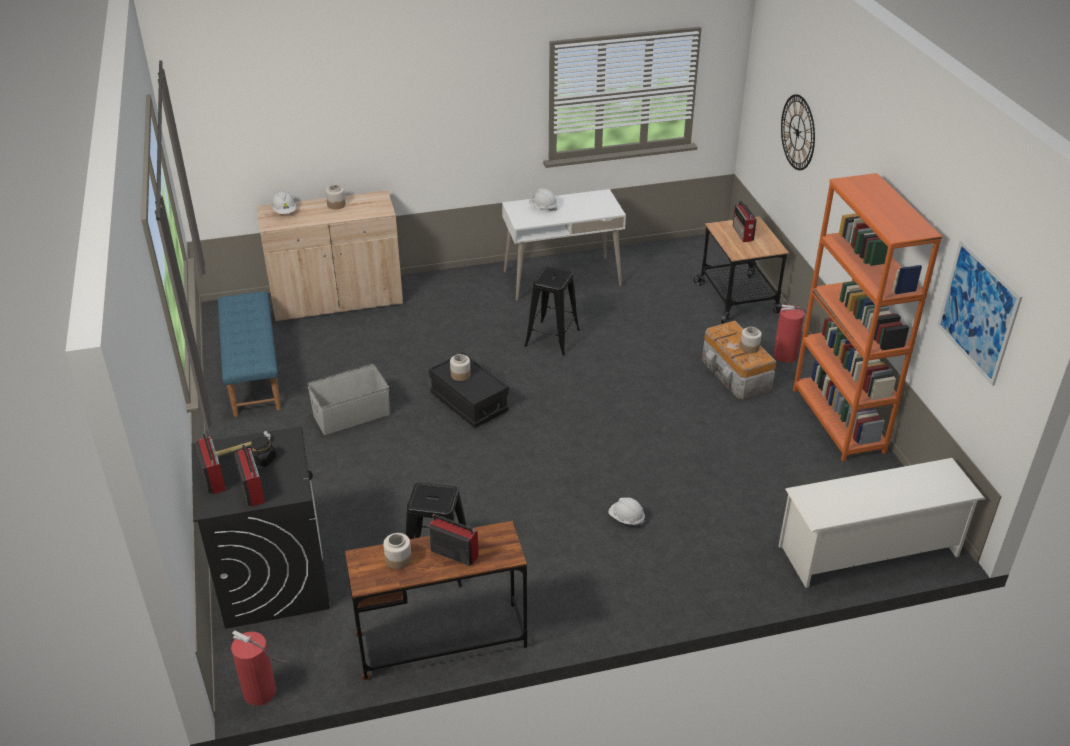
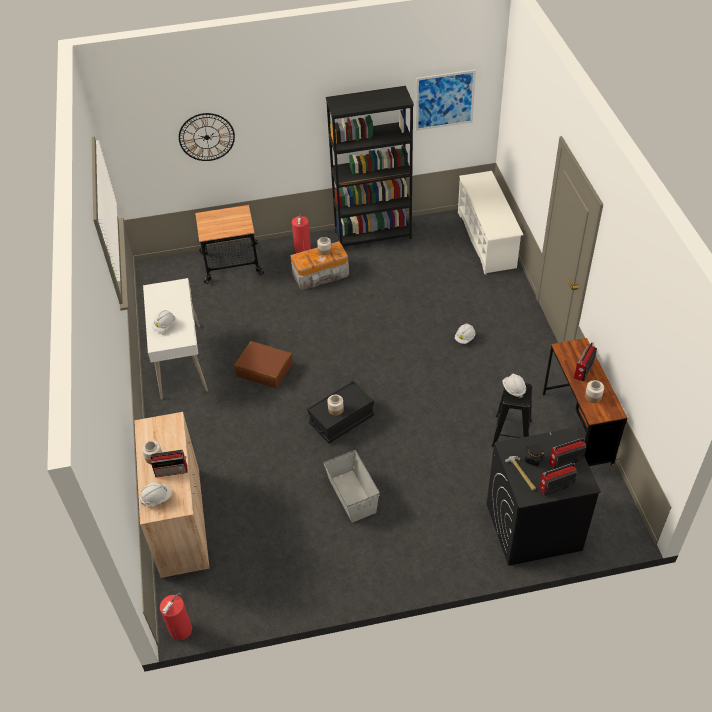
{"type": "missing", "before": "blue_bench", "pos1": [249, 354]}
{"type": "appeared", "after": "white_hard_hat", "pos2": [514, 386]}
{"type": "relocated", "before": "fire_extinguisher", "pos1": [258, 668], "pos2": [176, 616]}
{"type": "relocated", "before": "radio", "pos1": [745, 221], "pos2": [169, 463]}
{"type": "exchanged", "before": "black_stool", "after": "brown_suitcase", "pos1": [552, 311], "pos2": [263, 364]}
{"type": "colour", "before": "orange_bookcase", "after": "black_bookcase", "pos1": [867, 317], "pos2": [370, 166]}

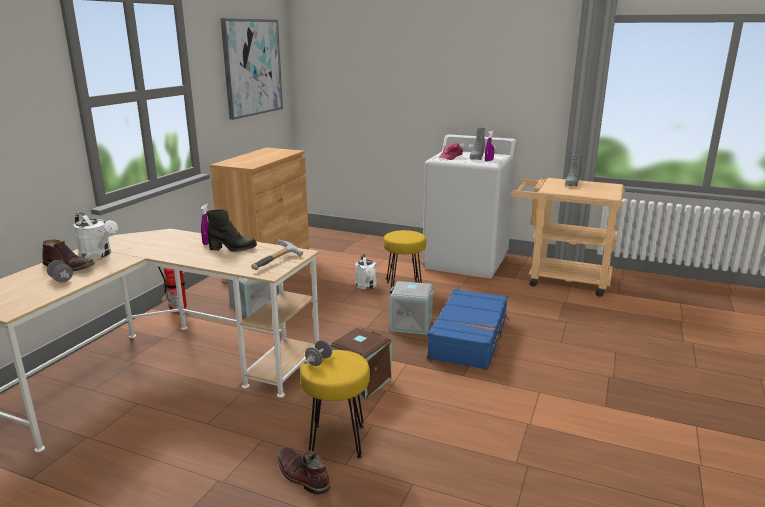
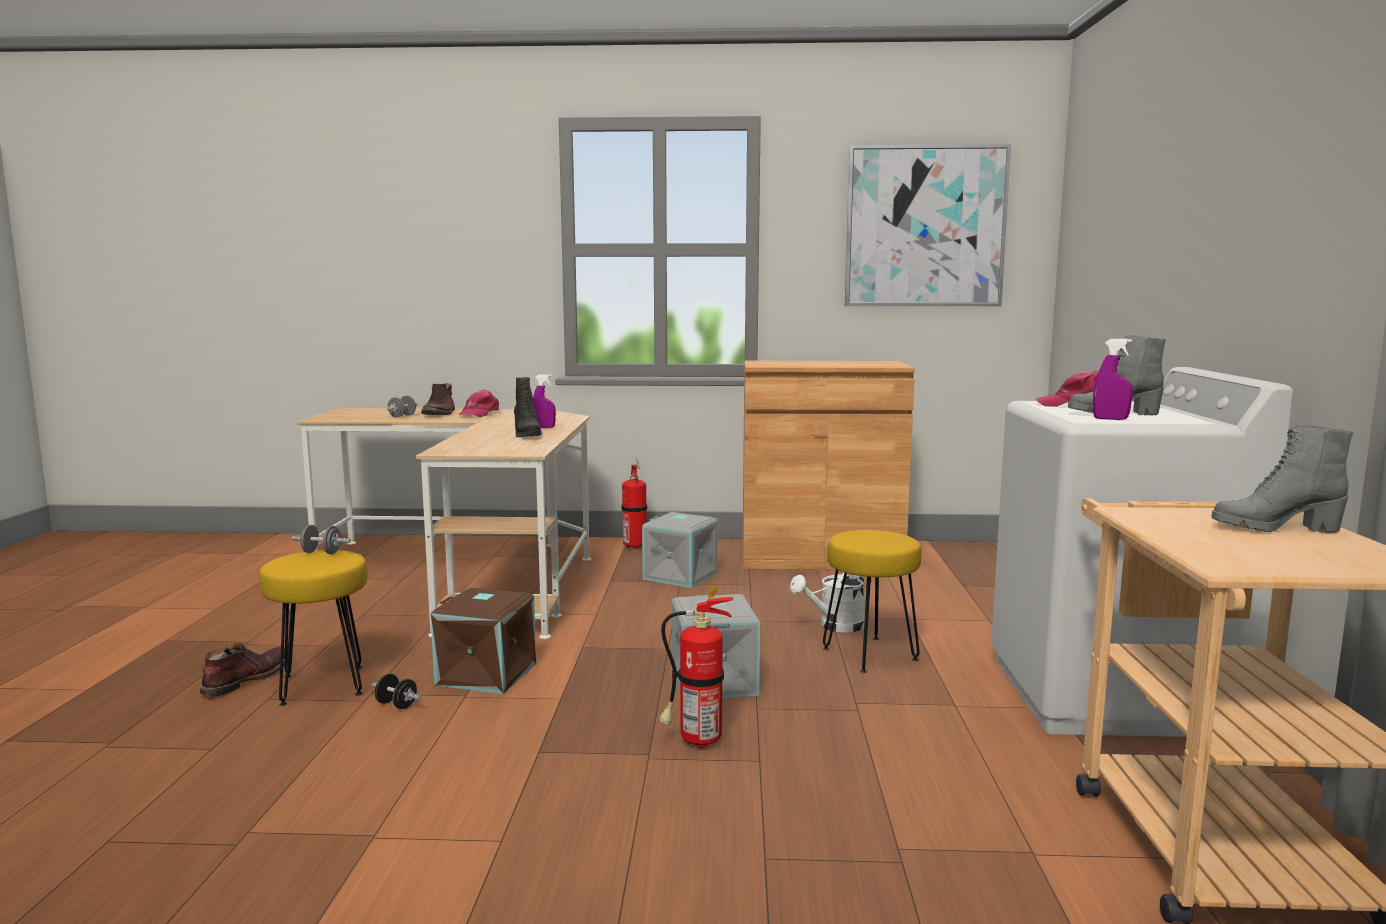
{"type": "missing", "before": "hammer", "pos1": [277, 254]}
{"type": "appeared", "after": "black_dumbbell", "pos2": [396, 691]}
{"type": "exchanged", "before": "white_watering_can", "after": "pink_cap", "pos1": [95, 235], "pos2": [479, 403]}
{"type": "exchanged", "before": "blue_suitcase", "after": "fire_extinguisher", "pos1": [468, 329], "pos2": [696, 667]}

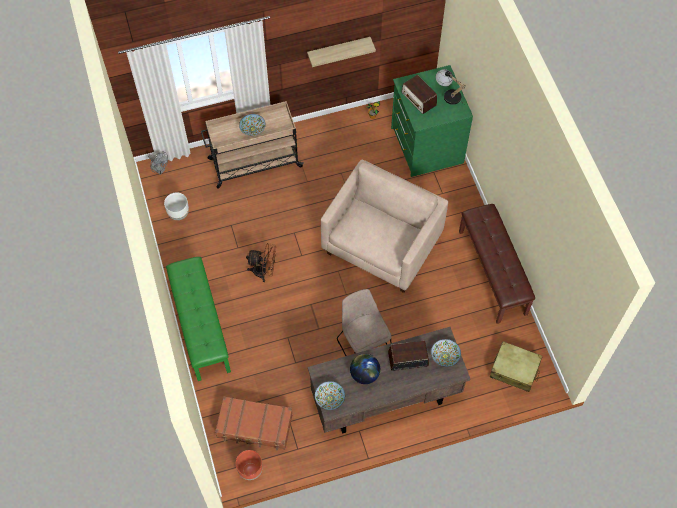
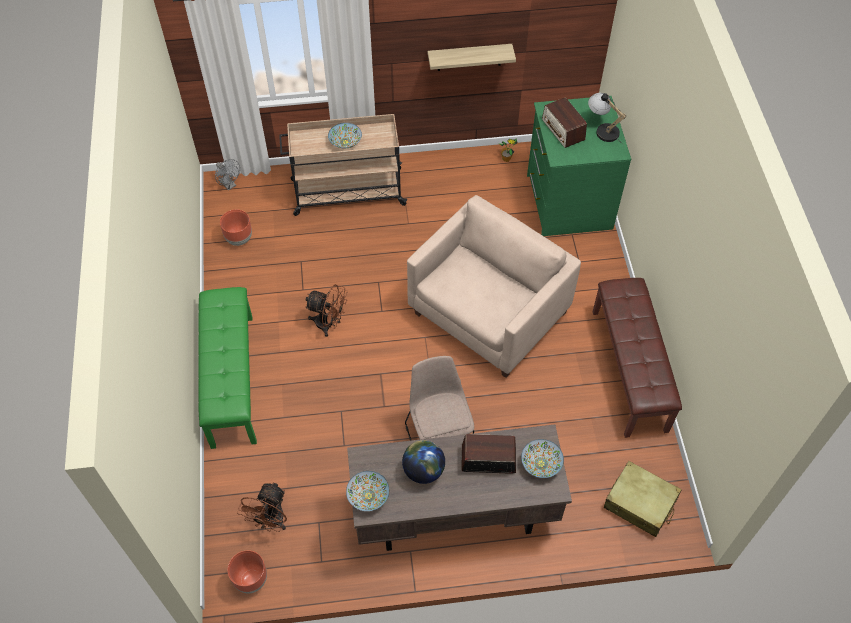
{"type": "exchanged", "before": "brown_suitcase", "after": "brown_fan", "pos1": [254, 423], "pos2": [262, 507]}
{"type": "colour", "before": "white_planter", "after": "brown_planter", "pos1": [176, 206], "pos2": [236, 227]}

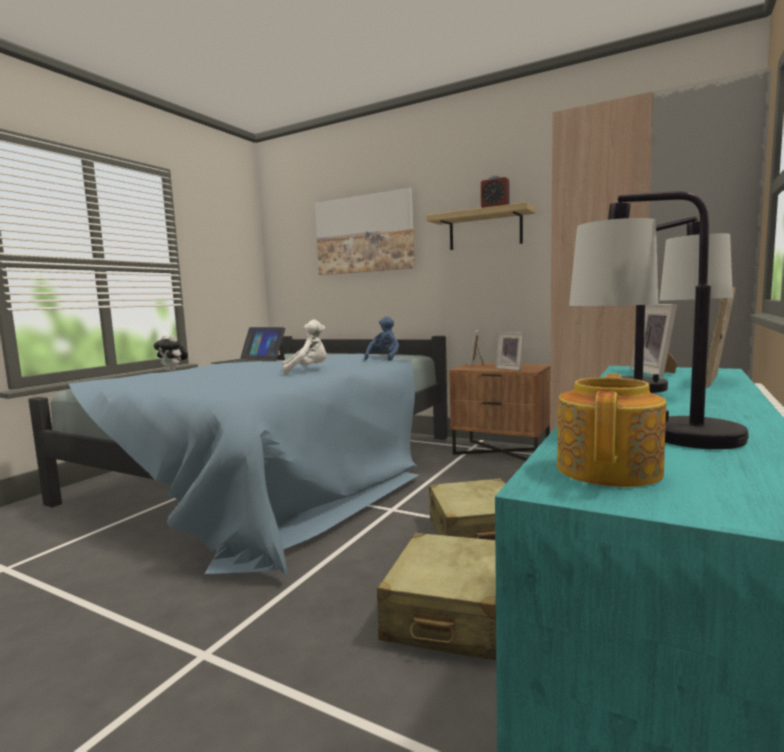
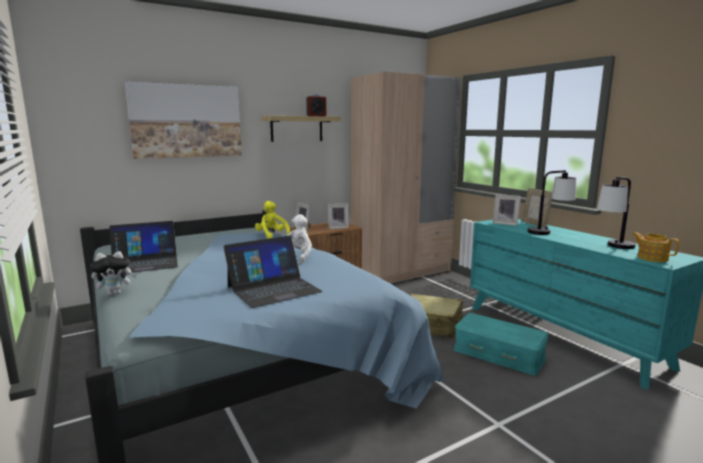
{"type": "appeared", "after": "laptop", "pos2": [273, 271]}
{"type": "exchanged", "before": "beige_suitcase", "after": "turquoise_storage_box", "pos1": [436, 596], "pos2": [501, 344]}
{"type": "colour", "before": "blue_plush_toy", "after": "yellow_plush_toy", "pos1": [381, 339], "pos2": [272, 220]}

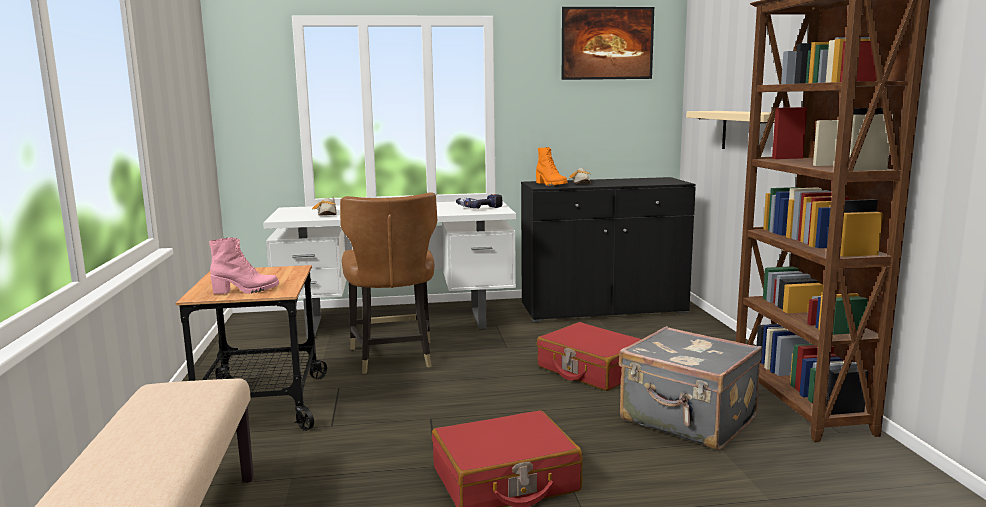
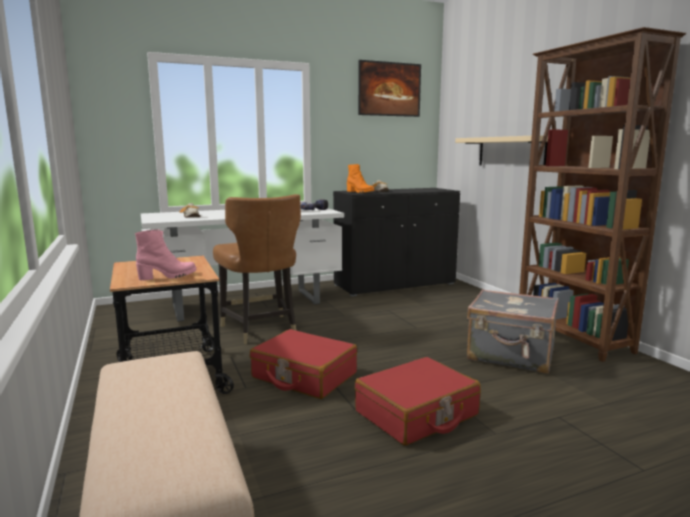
{"type": "relocated", "before": "red_suitcase", "pos1": [589, 356], "pos2": [303, 364]}

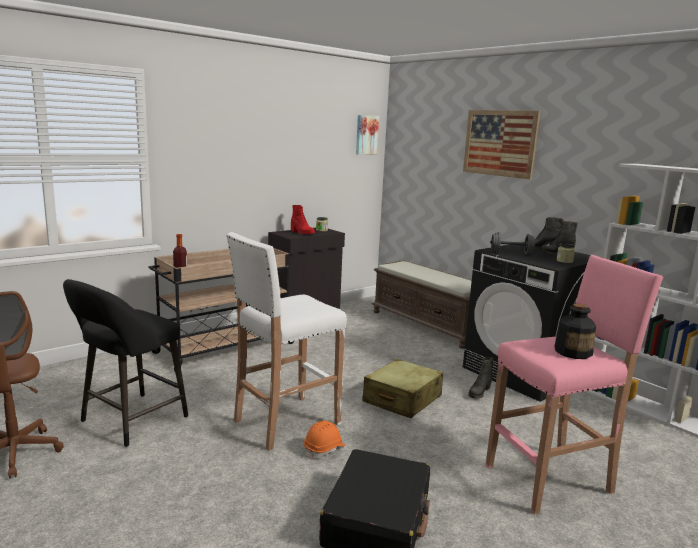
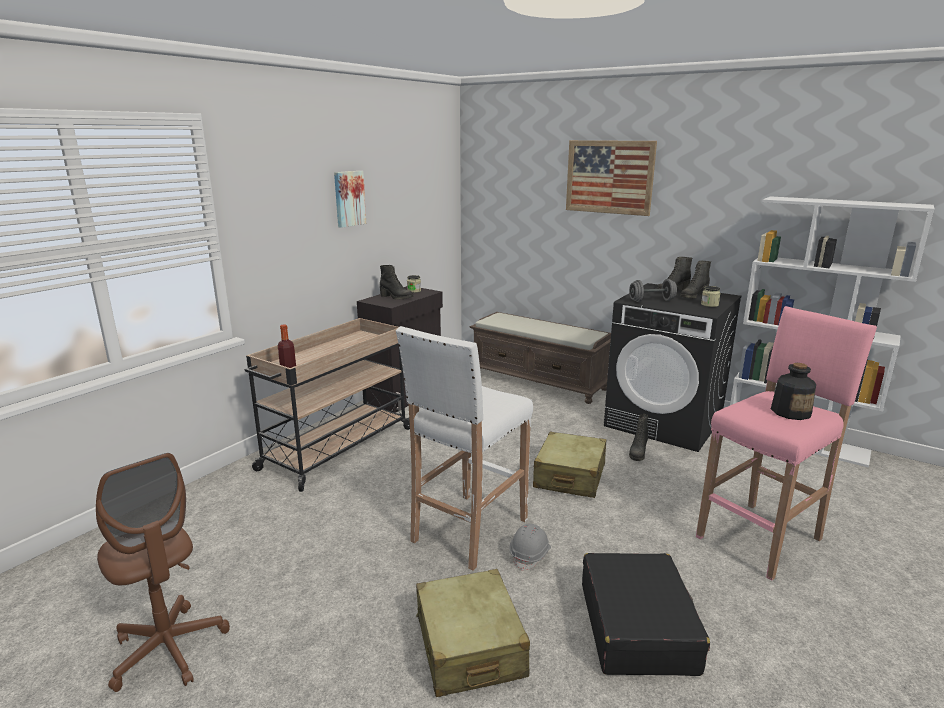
{"type": "missing", "before": "black_stool", "pos1": [125, 363]}
{"type": "appeared", "after": "beige_suitcase", "pos2": [473, 633]}
{"type": "relocated", "before": "picture", "pos1": [367, 135], "pos2": [350, 199]}
{"type": "colour", "before": "red_boot", "after": "black_boot", "pos1": [303, 219], "pos2": [396, 282]}
{"type": "colour", "before": "orange_hard_hat", "after": "grey_hard_hat", "pos1": [324, 440], "pos2": [530, 547]}

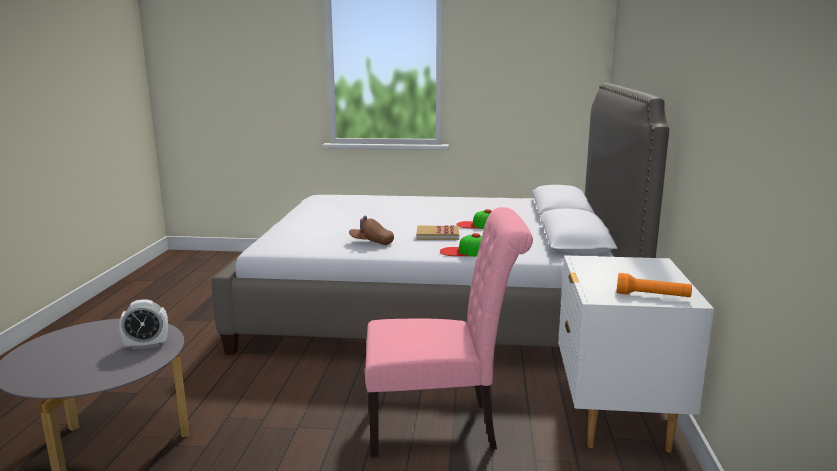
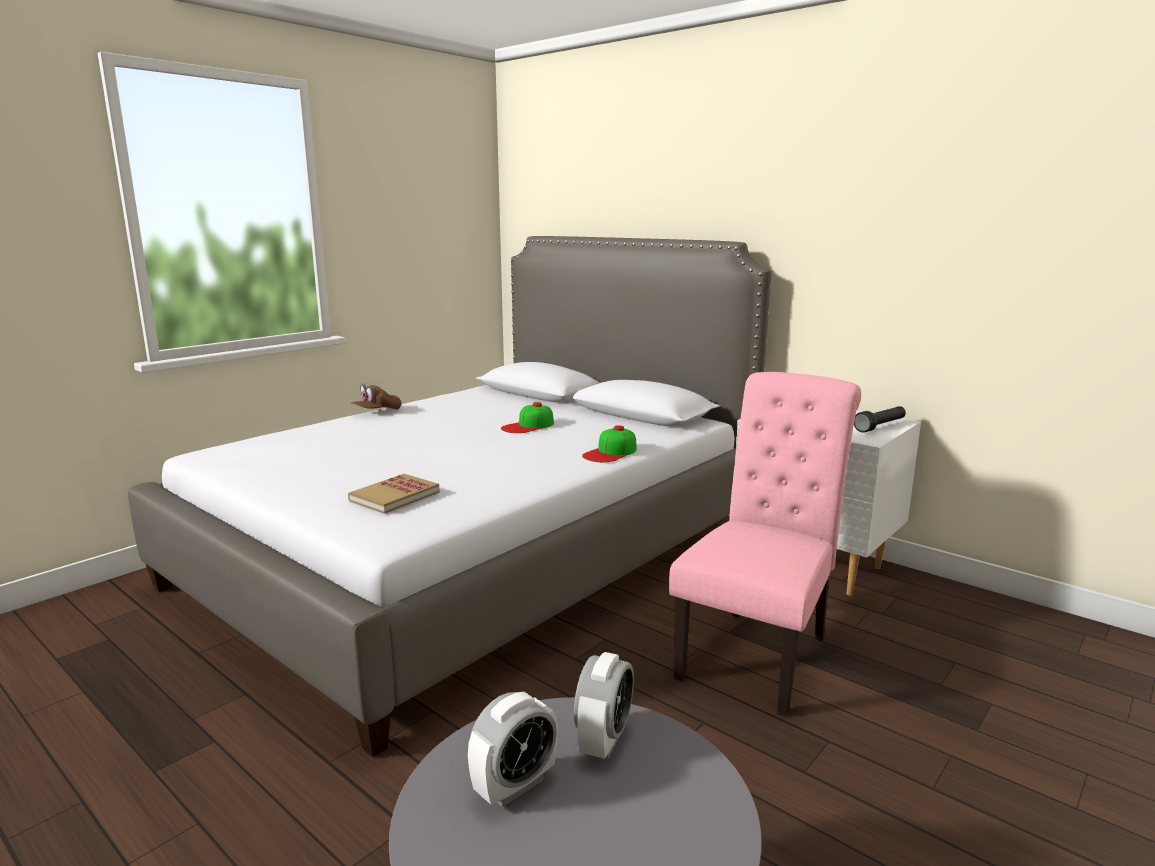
{"type": "appeared", "after": "alarm_clock", "pos2": [513, 749]}
{"type": "relocated", "before": "brown_cap", "pos1": [371, 230], "pos2": [376, 397]}
{"type": "relocated", "before": "book", "pos1": [437, 232], "pos2": [394, 494]}
{"type": "colour", "before": "orange_flashlight", "after": "black_flashlight", "pos1": [654, 285], "pos2": [880, 419]}

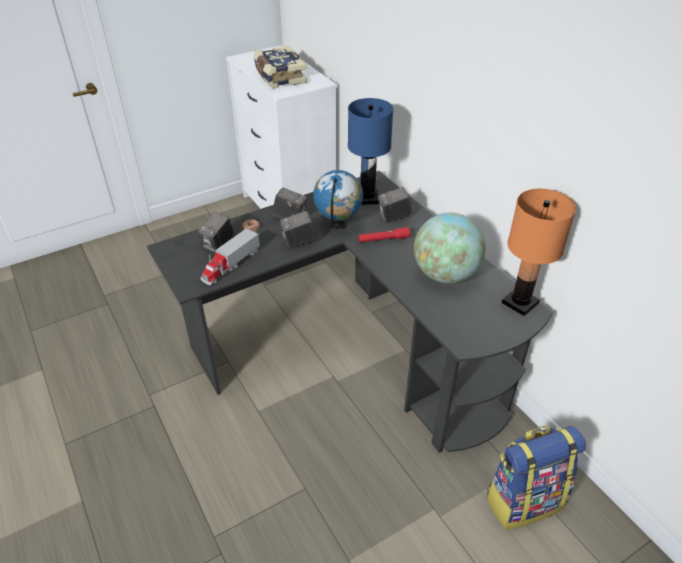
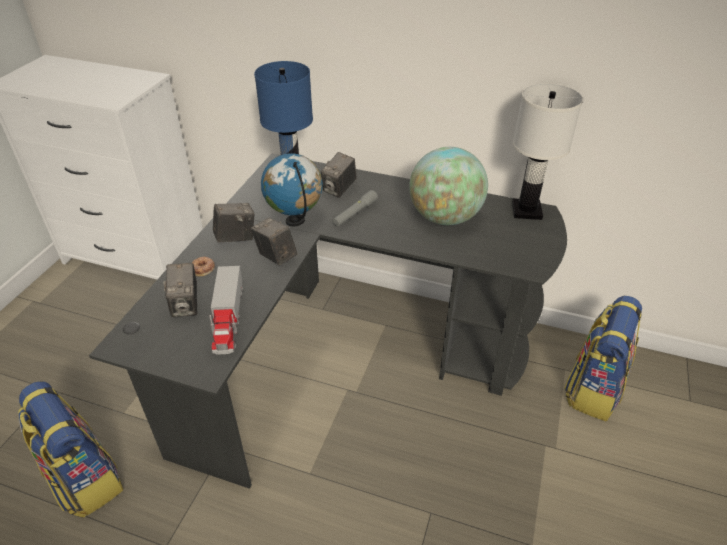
{"type": "missing", "before": "book", "pos1": [280, 67]}
{"type": "appeared", "after": "backpack", "pos2": [70, 450]}
{"type": "colour", "before": "red_flashlight", "after": "grey_flashlight", "pos1": [384, 234], "pos2": [355, 208]}
{"type": "colour", "before": "orange_table_lamp", "after": "white_table_lamp", "pos1": [539, 252], "pos2": [547, 151]}
{"type": "spun", "before": "photo_camera", "pos1": [298, 230], "pos2": [274, 241], "turn": 105}

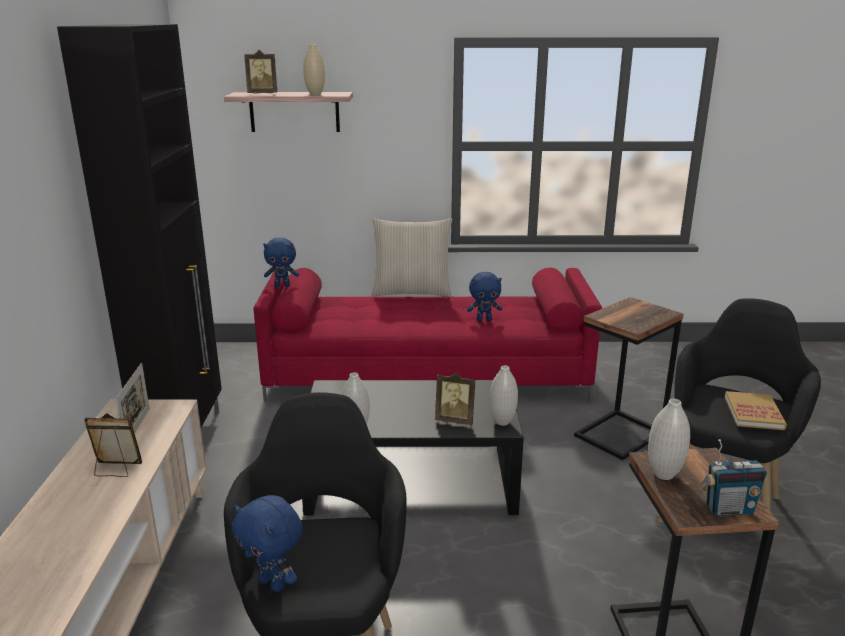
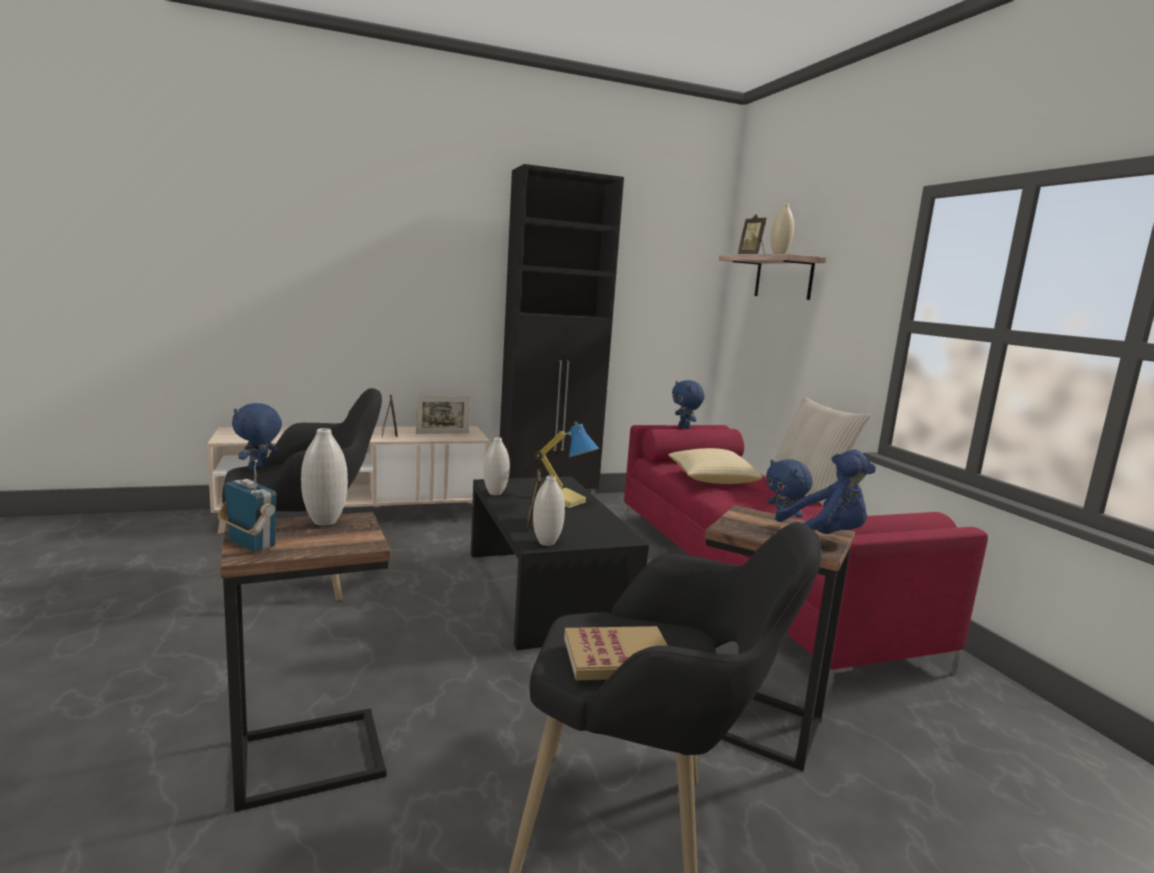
{"type": "appeared", "after": "table_lamp", "pos2": [567, 465]}
{"type": "appeared", "after": "pillow", "pos2": [715, 466]}
{"type": "appeared", "after": "blue_plush_toy", "pos2": [825, 492]}
{"type": "spun", "before": "radio", "pos1": [734, 477], "pos2": [247, 506], "turn": 150}

